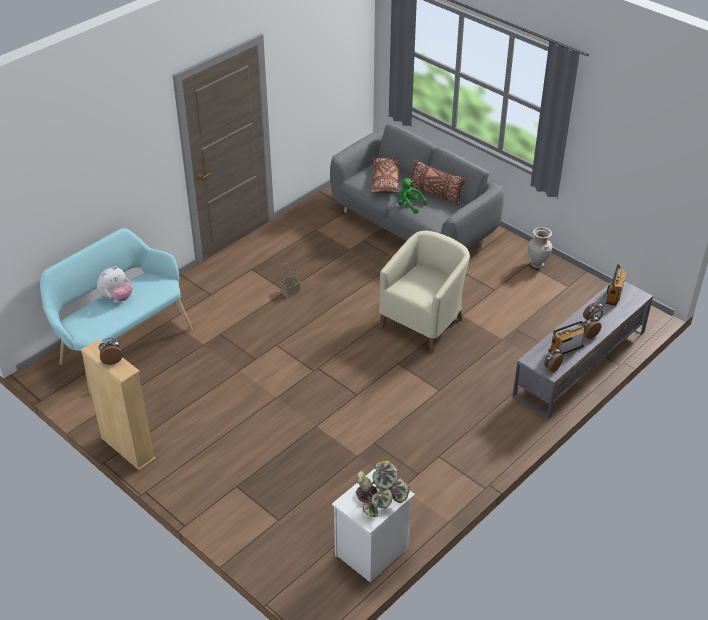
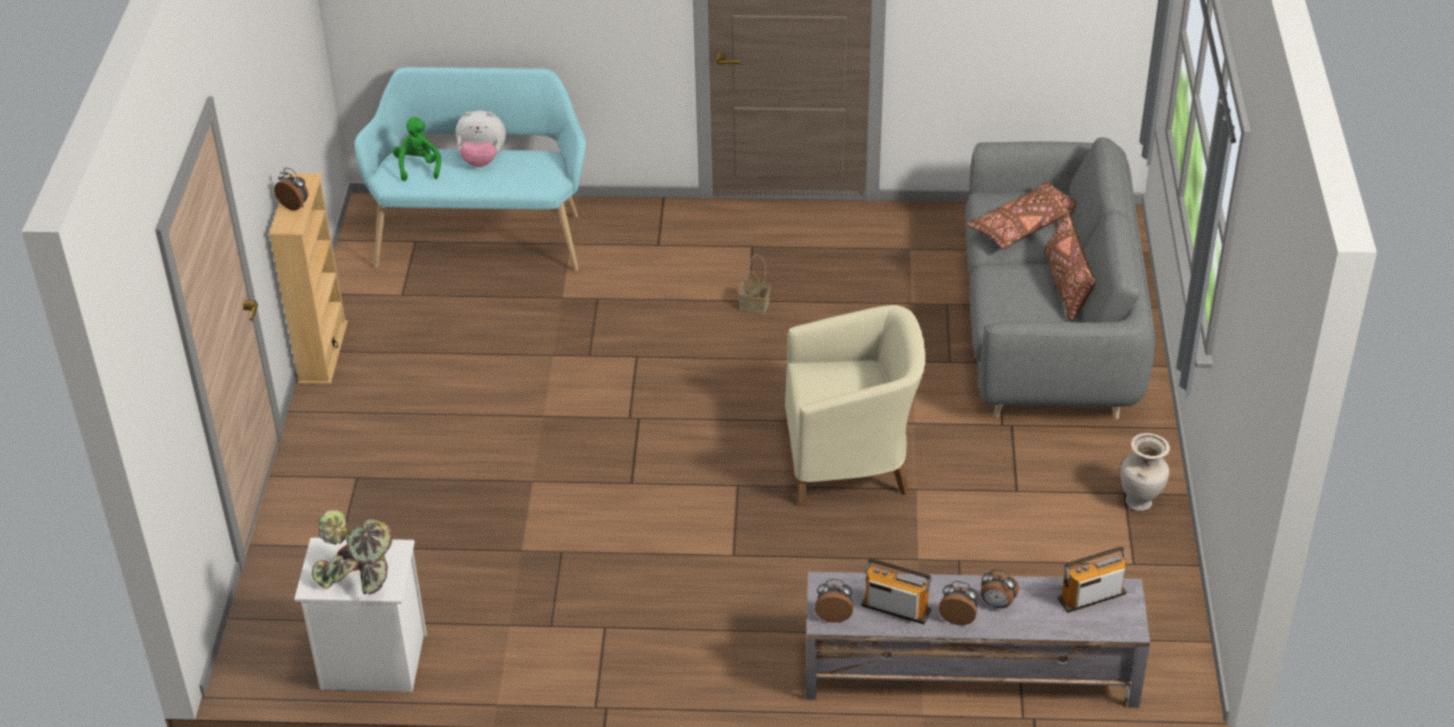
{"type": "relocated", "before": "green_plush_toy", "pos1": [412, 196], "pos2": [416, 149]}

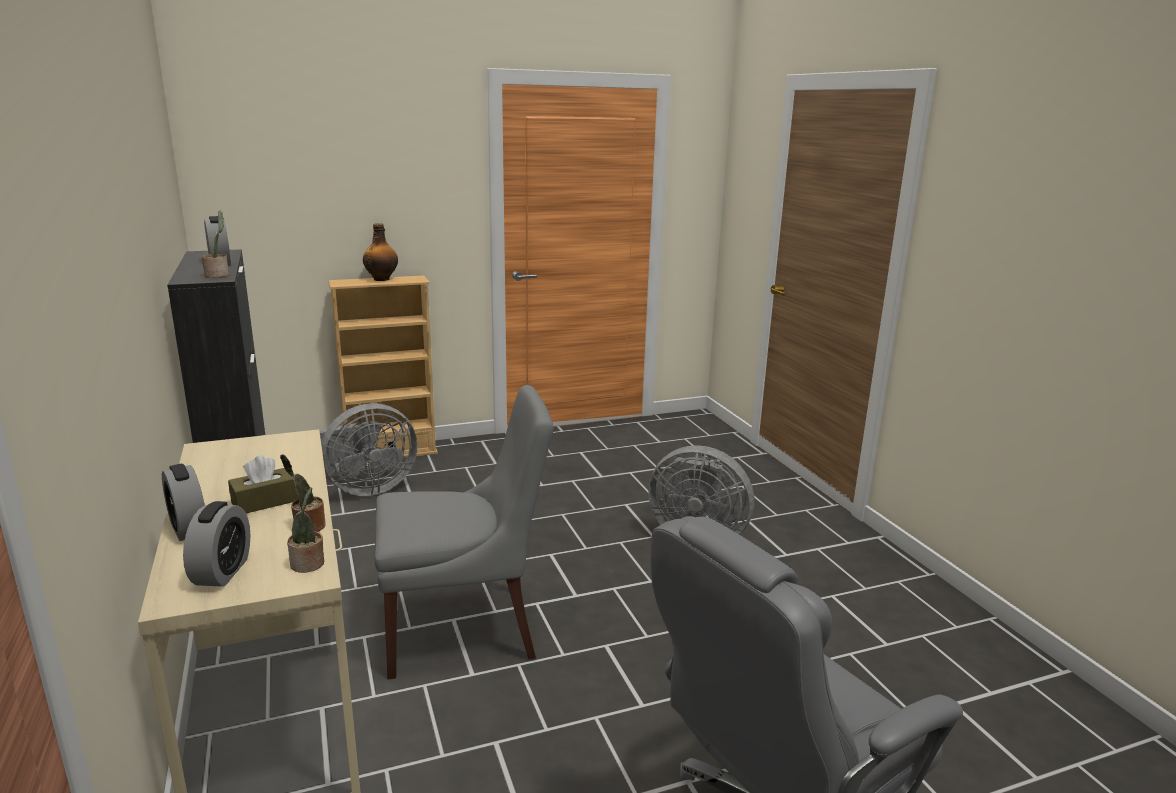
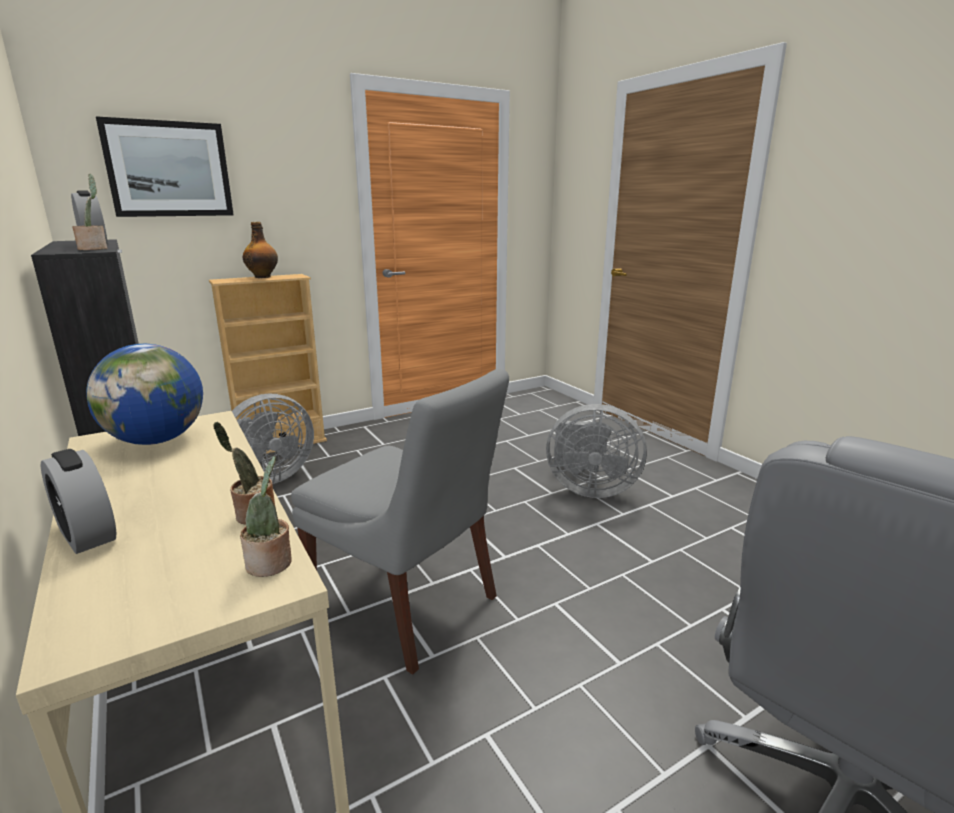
{"type": "missing", "before": "alarm_clock", "pos1": [217, 544]}
{"type": "missing", "before": "brown_tissue_box", "pos1": [263, 484]}
{"type": "appeared", "after": "globe", "pos2": [144, 394]}
{"type": "appeared", "after": "picture", "pos2": [165, 166]}
{"type": "spun", "before": "grey_chair", "pos1": [464, 532], "pos2": [400, 522], "turn": 60}

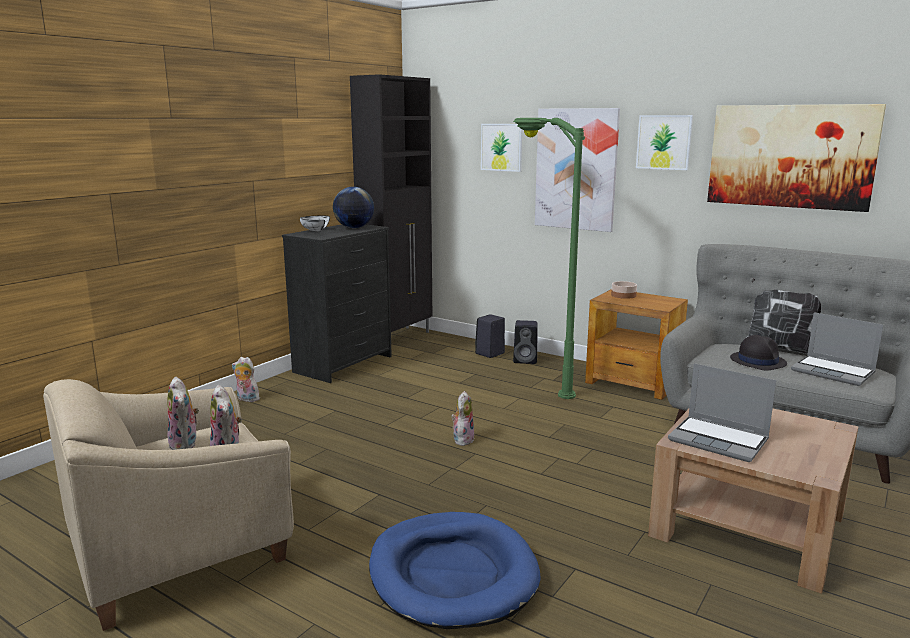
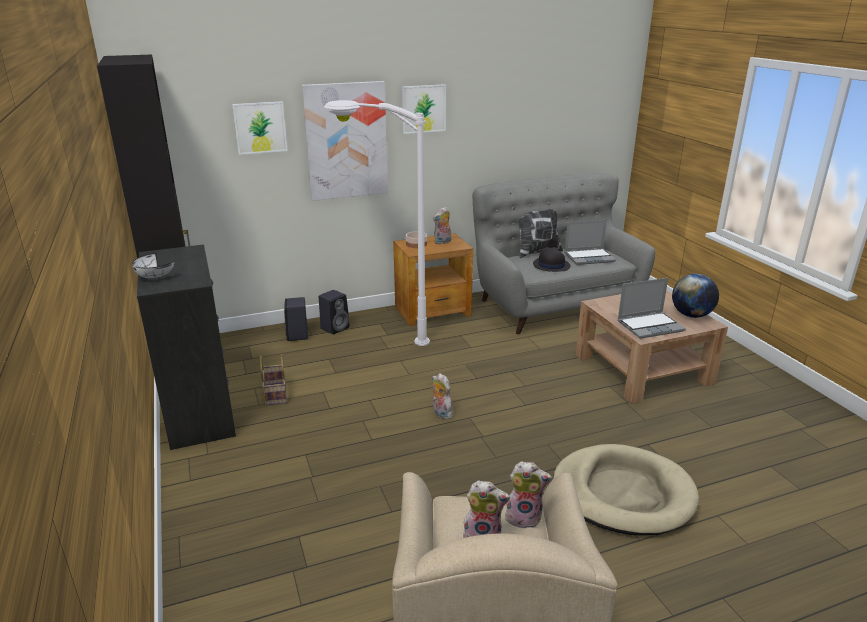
{"type": "missing", "before": "picture", "pos1": [796, 158]}
{"type": "appeared", "after": "basket", "pos2": [273, 380]}
{"type": "relocated", "before": "plush_toy", "pos1": [246, 379], "pos2": [442, 225]}
{"type": "relocated", "before": "globe", "pos1": [353, 207], "pos2": [695, 296]}
{"type": "colour", "before": "blue_dog_bed", "after": "beige_dog_bed", "pos1": [455, 570], "pos2": [626, 490]}
{"type": "colour", "before": "green_floor_lamp", "after": "white_floor_lamp", "pos1": [549, 258], "pos2": [377, 223]}

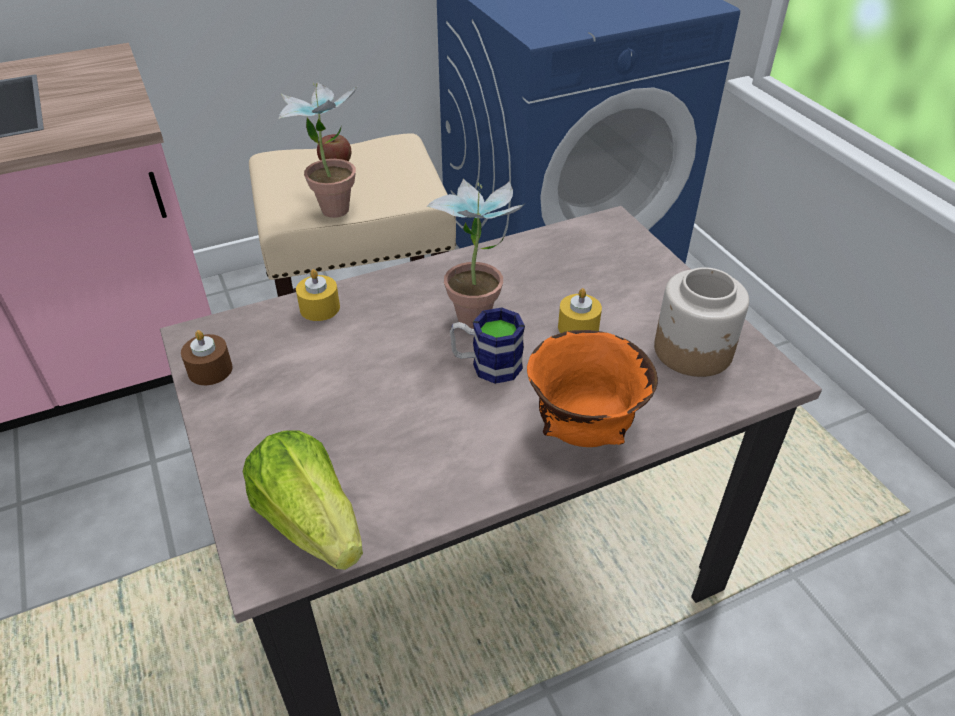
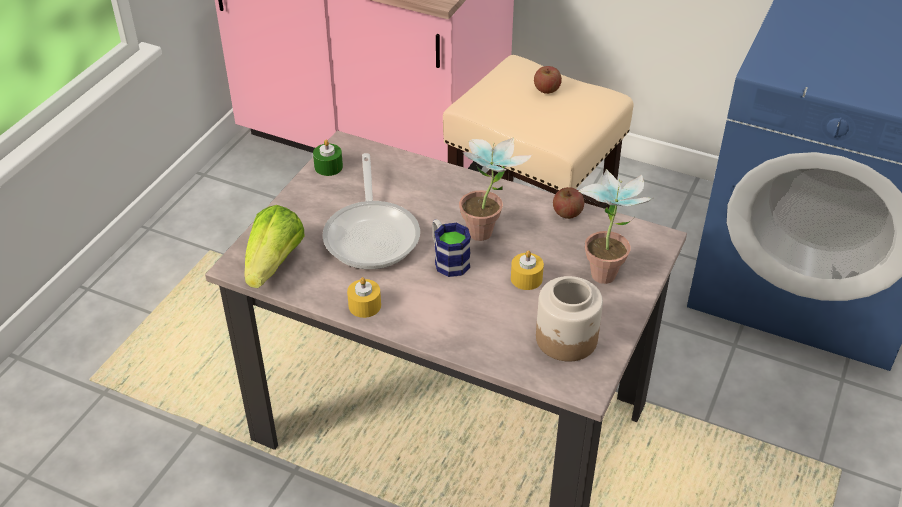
{"type": "missing", "before": "orange_bowl", "pos1": [592, 388]}
{"type": "appeared", "after": "frying_pan", "pos2": [371, 211]}
{"type": "appeared", "after": "apple", "pos2": [568, 203]}
{"type": "relocated", "before": "potted_plant", "pos1": [318, 150], "pos2": [615, 226]}
{"type": "relocated", "before": "yellow_candle", "pos1": [318, 295], "pos2": [364, 297]}
{"type": "colour", "before": "brown_candle", "after": "green_candle", "pos1": [207, 357], "pos2": [328, 157]}

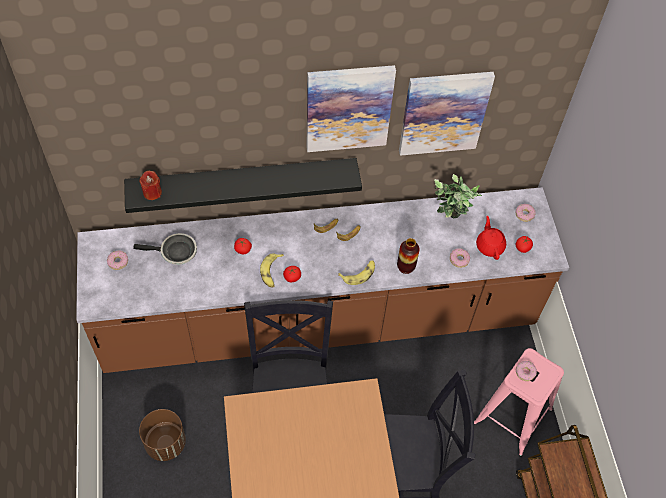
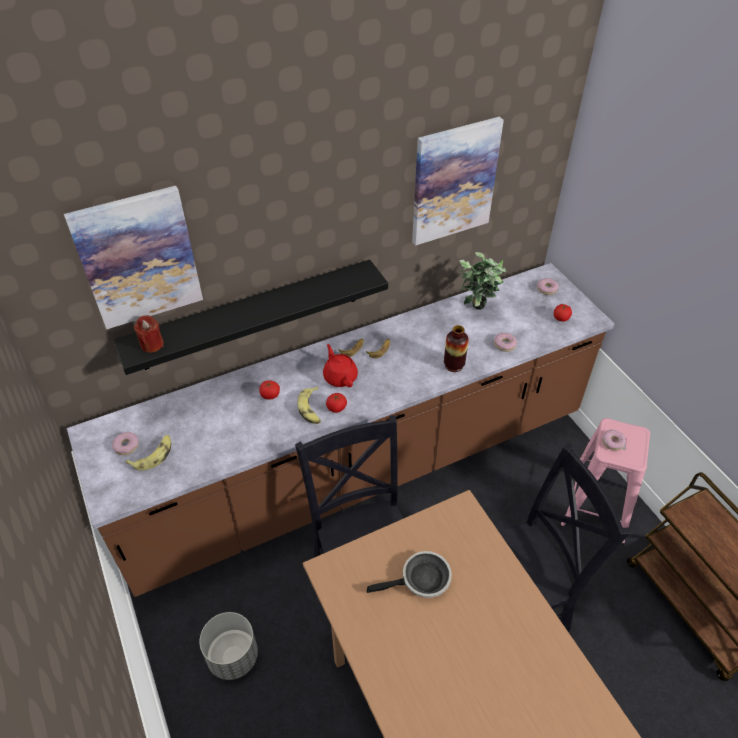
{"type": "relocated", "before": "frying_pan", "pos1": [165, 249], "pos2": [409, 574]}
{"type": "relocated", "before": "picture", "pos1": [351, 108], "pos2": [133, 258]}
{"type": "relocated", "before": "banana", "pos1": [356, 272], "pos2": [148, 452]}
{"type": "relocated", "before": "red_teapot", "pos1": [491, 238], "pos2": [340, 365]}
{"type": "colour", "before": "brown_planter", "after": "grey_planter", "pos1": [162, 435], "pos2": [229, 646]}

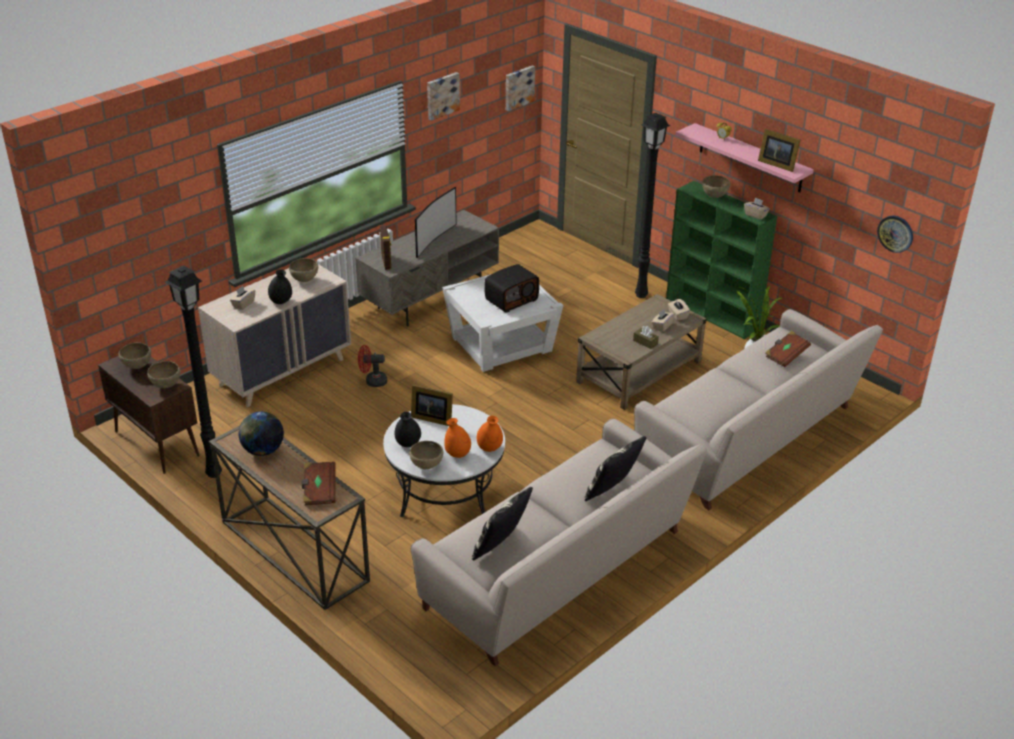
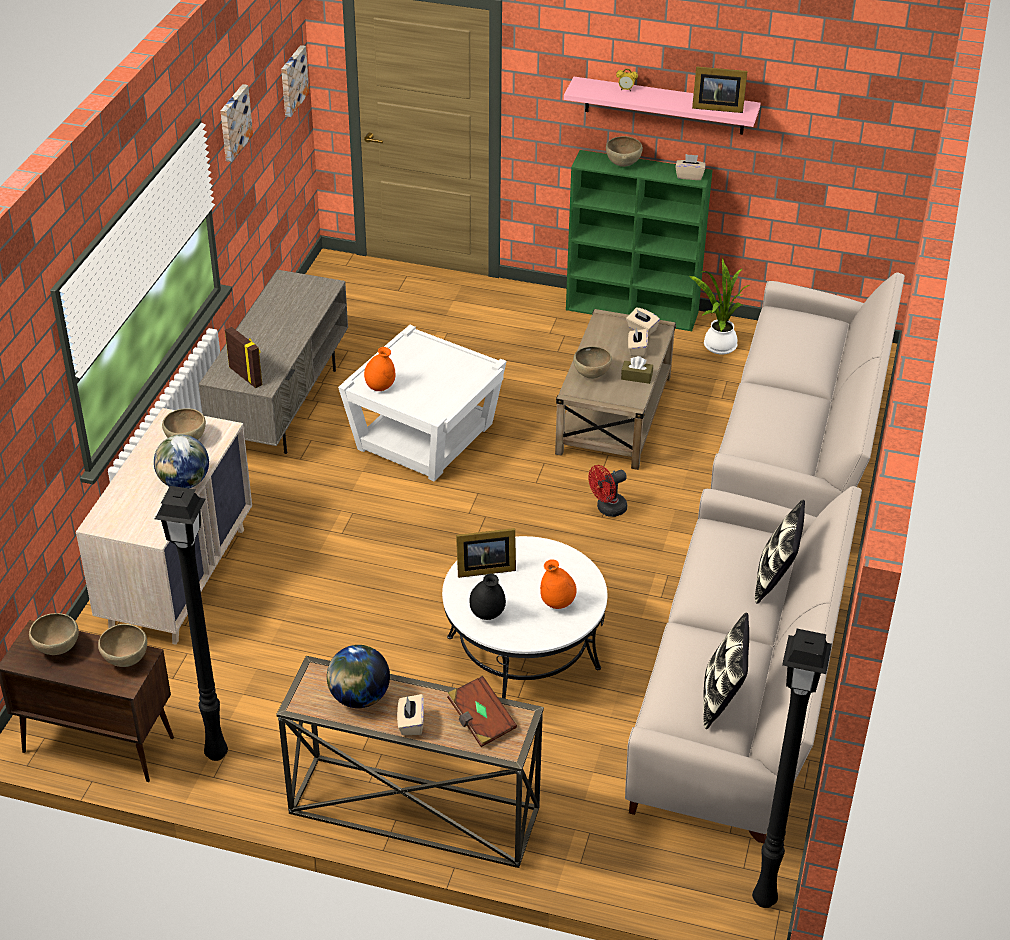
{"type": "missing", "before": "television", "pos1": [436, 222]}
{"type": "missing", "before": "radio", "pos1": [511, 288]}
{"type": "missing", "before": "brown_book", "pos1": [788, 349]}
{"type": "missing", "before": "wall_clock", "pos1": [895, 234]}
{"type": "relocated", "before": "beige_tissue_box", "pos1": [242, 298], "pos2": [410, 714]}
{"type": "relocated", "before": "red_fan", "pos1": [372, 366], "pos2": [607, 491]}
{"type": "relocated", "before": "brown_bowl", "pos1": [426, 455], "pos2": [592, 362]}
{"type": "relocated", "before": "orange_vase", "pos1": [490, 434], "pos2": [379, 369]}
{"type": "relocated", "before": "black_floor_lamp", "pos1": [653, 205], "pos2": [792, 768]}
{"type": "exchanged", "before": "black_vase", "after": "globe", "pos1": [280, 286], "pos2": [181, 461]}

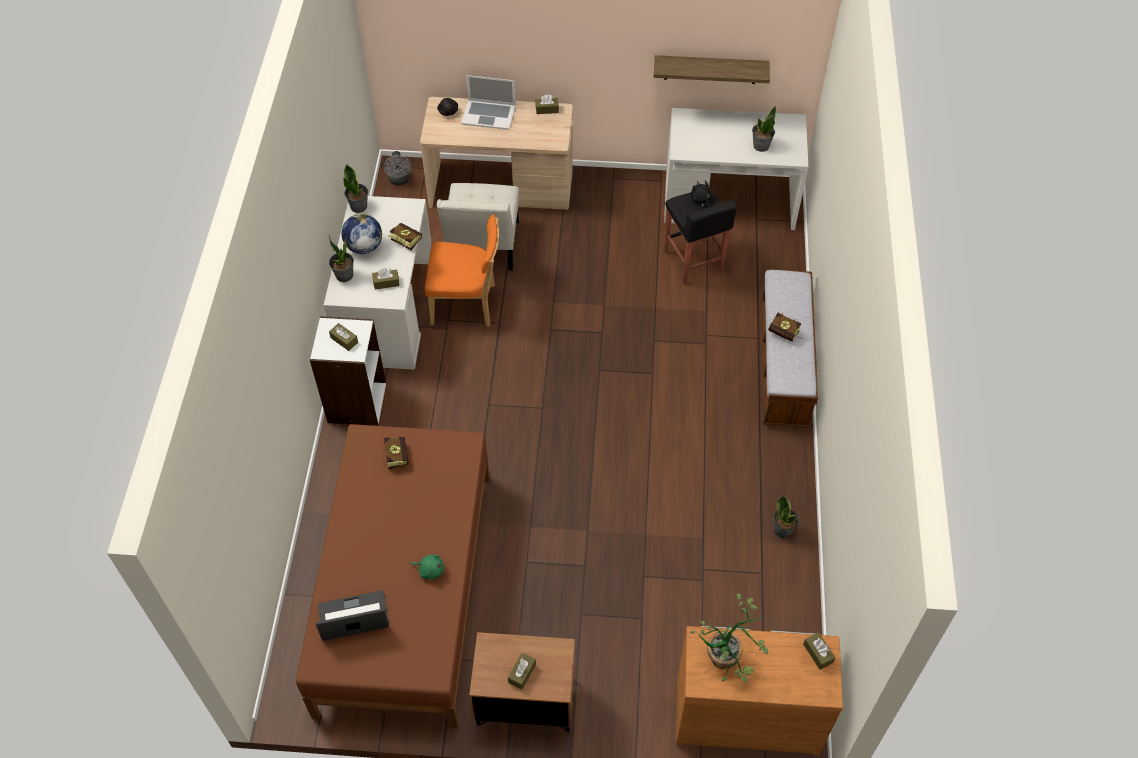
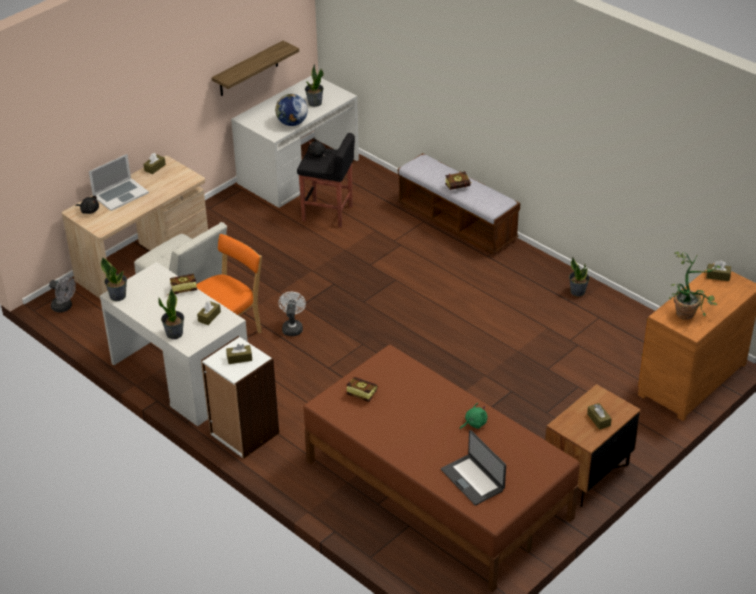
{"type": "appeared", "after": "white_fan", "pos2": [292, 314]}
{"type": "relocated", "before": "globe", "pos1": [361, 234], "pos2": [291, 110]}
{"type": "spun", "before": "laptop", "pos1": [352, 615], "pos2": [473, 468], "turn": -60}

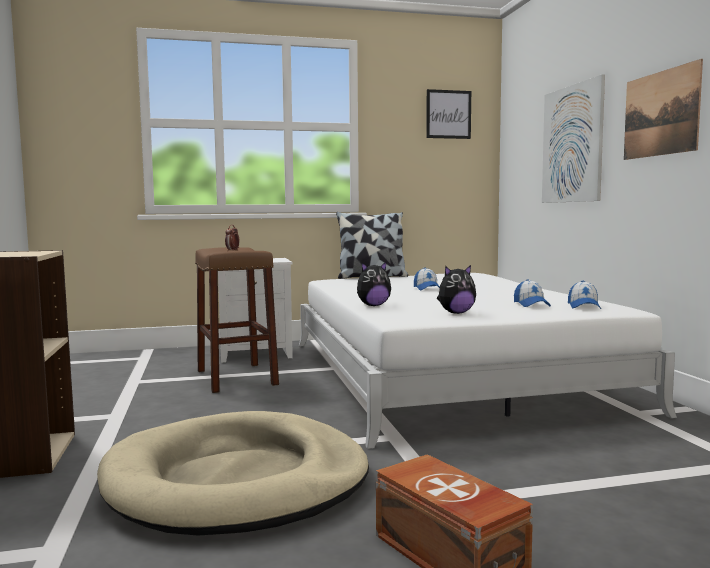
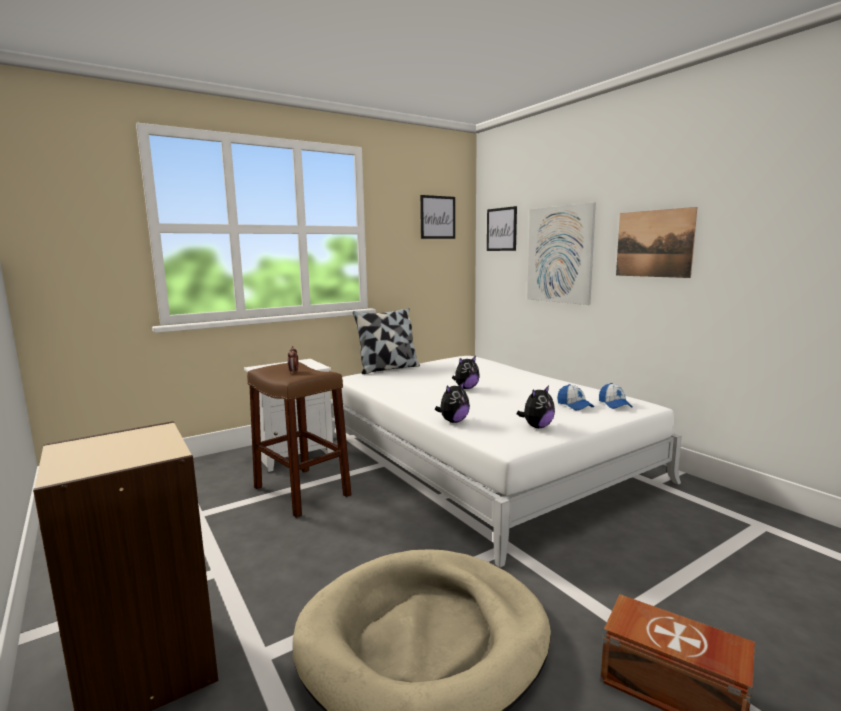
{"type": "appeared", "after": "picture", "pos2": [502, 228]}
{"type": "exchanged", "before": "cap", "after": "plush_toy", "pos1": [427, 279], "pos2": [466, 372]}

